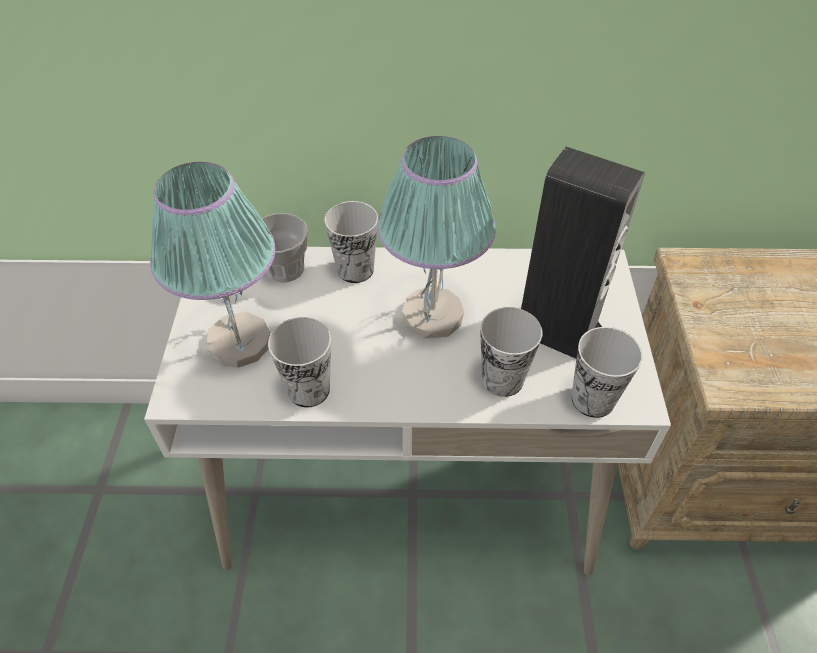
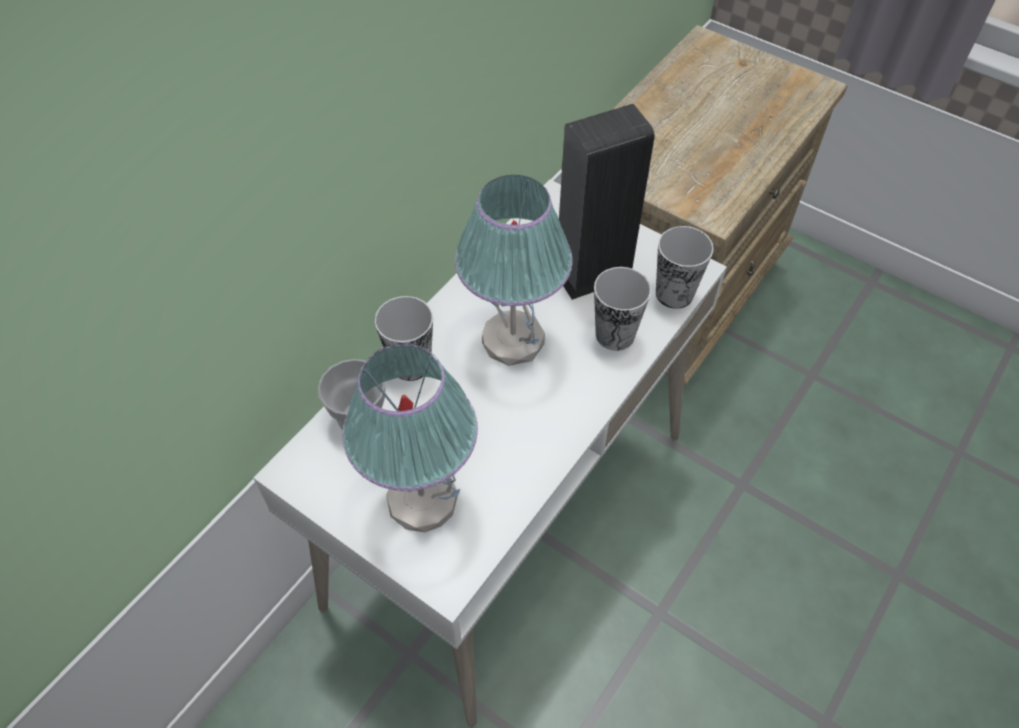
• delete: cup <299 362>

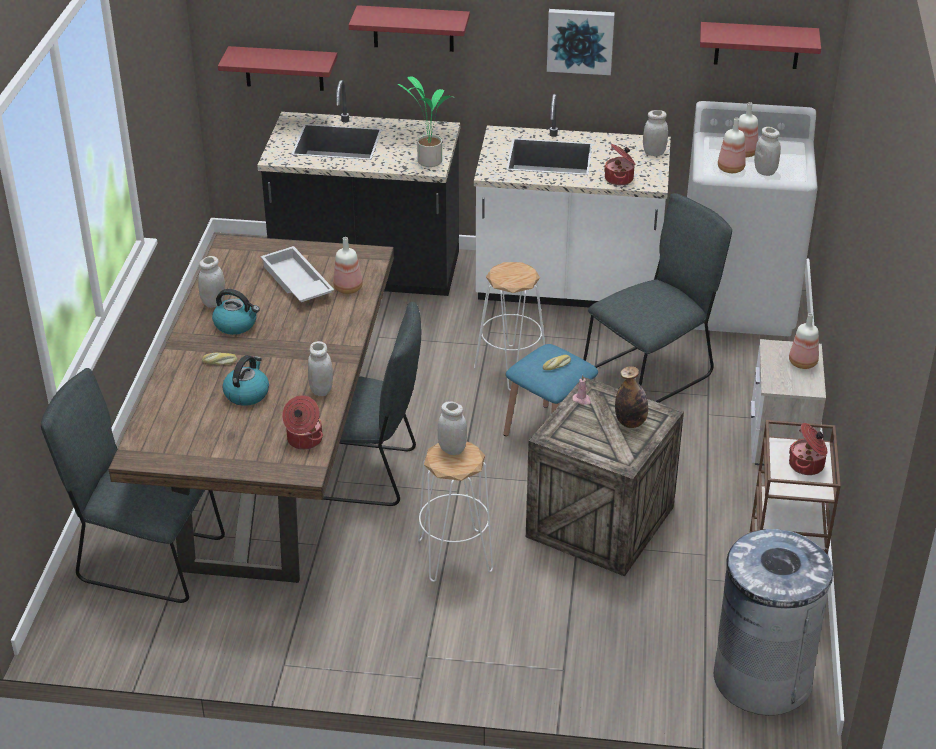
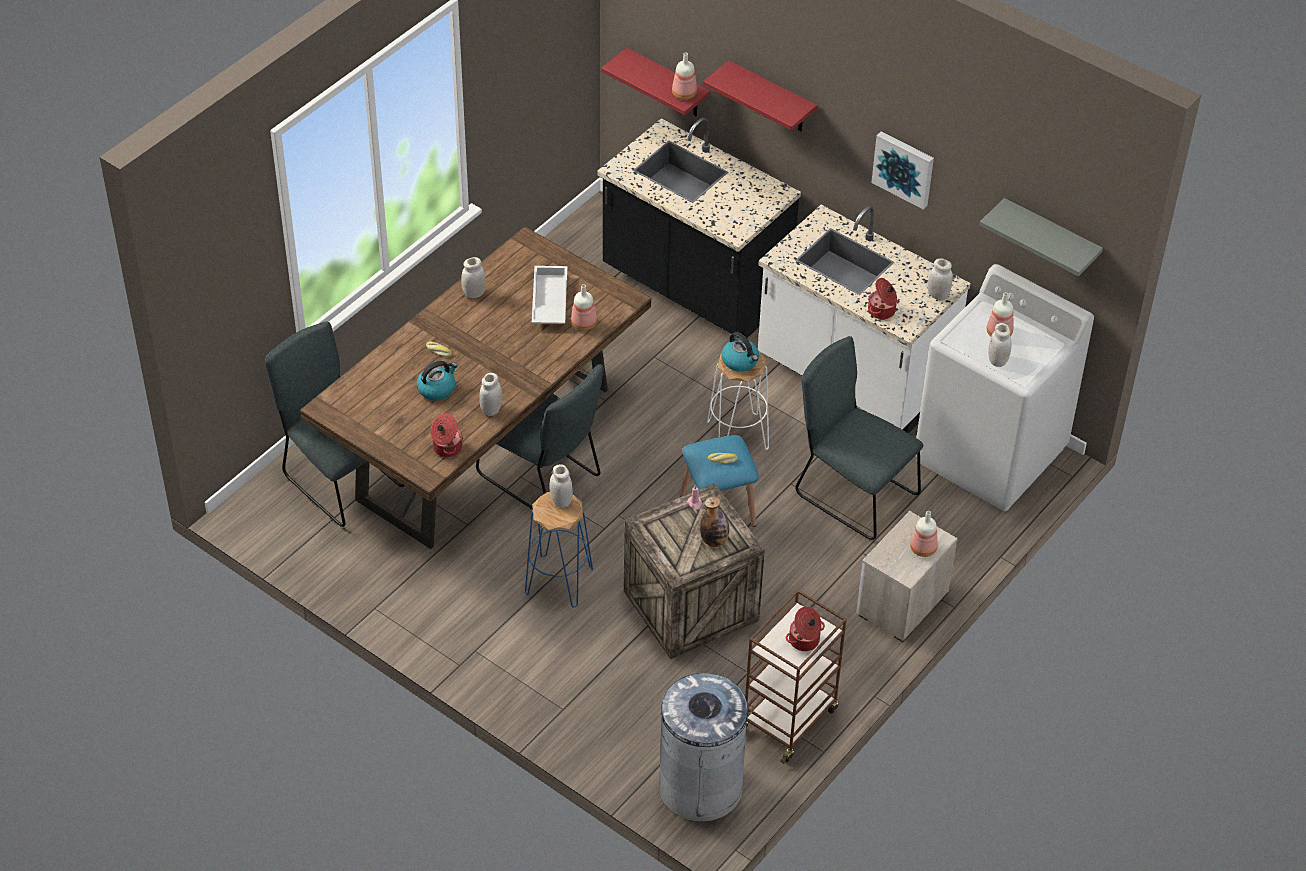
• recolor: shelf (red) <760 45> to shelf (grey) <1041 237>
• delete: potted plant <426 121>
• move: bottle <732 145> to <684 76>
• rotate: chair (grey) <657 298> = <859 438> 135 degrees counterclockwise
• move: kettle <236 312> to <740 352>
• recolor: stool (white) <455 511> to stool (blue) <559 550>

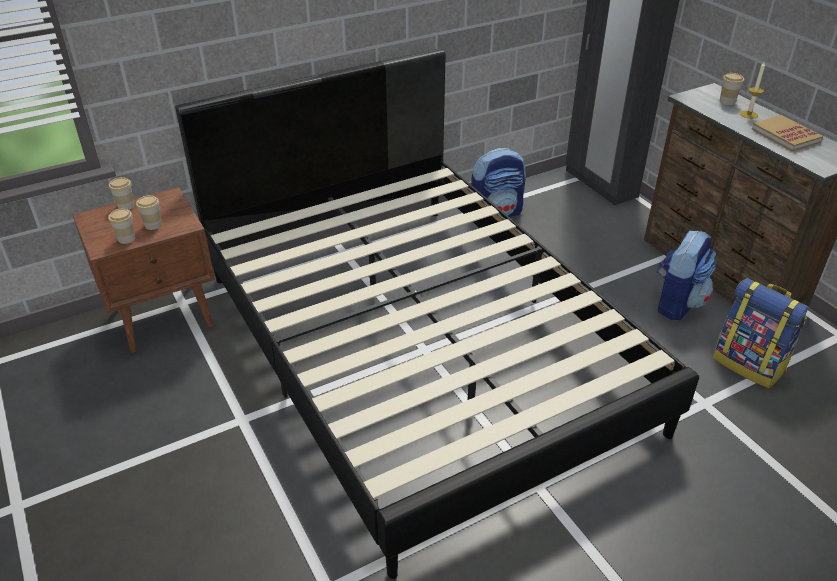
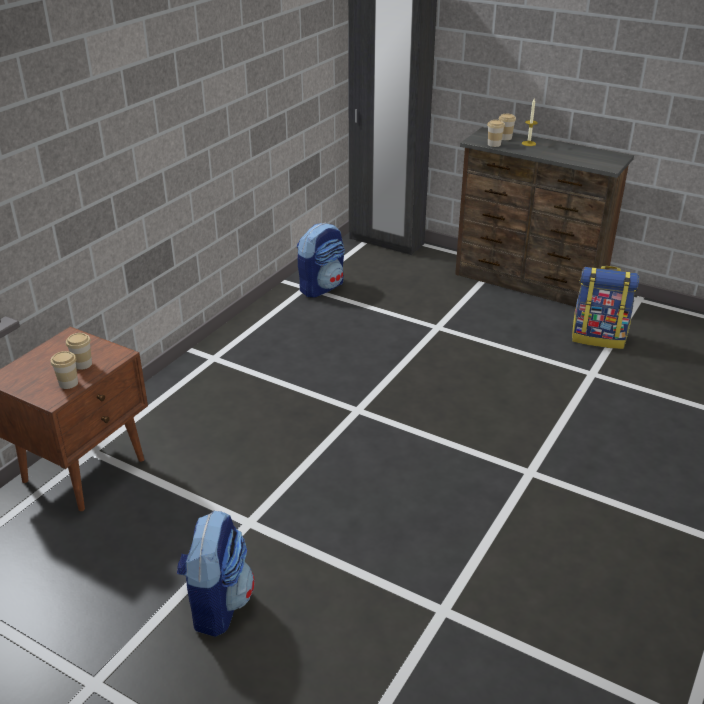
• delete: bed (black) <437 313>
• delete: book <787 133>
• move: cup <121 193> to <496 133>
• move: backpack <686 275> to <216 574>

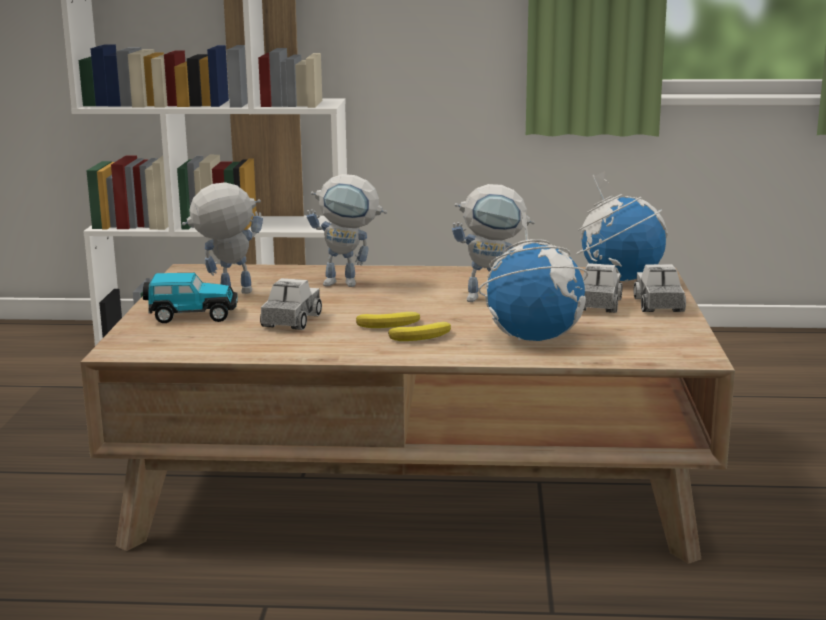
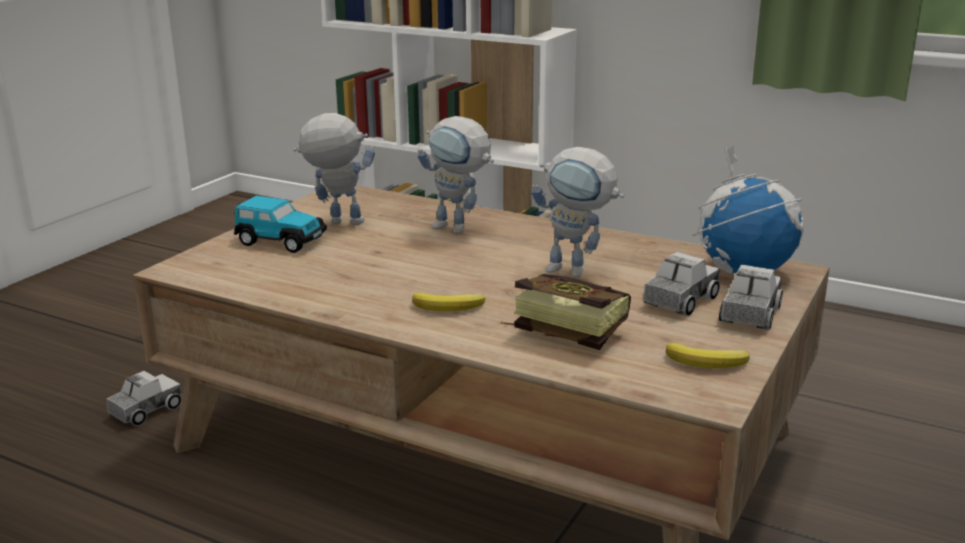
• replace: globe <533 275> to book <565 312>
• move: toy truck <291 304> to <144 398>
• move: banana <388 320> to <708 356>

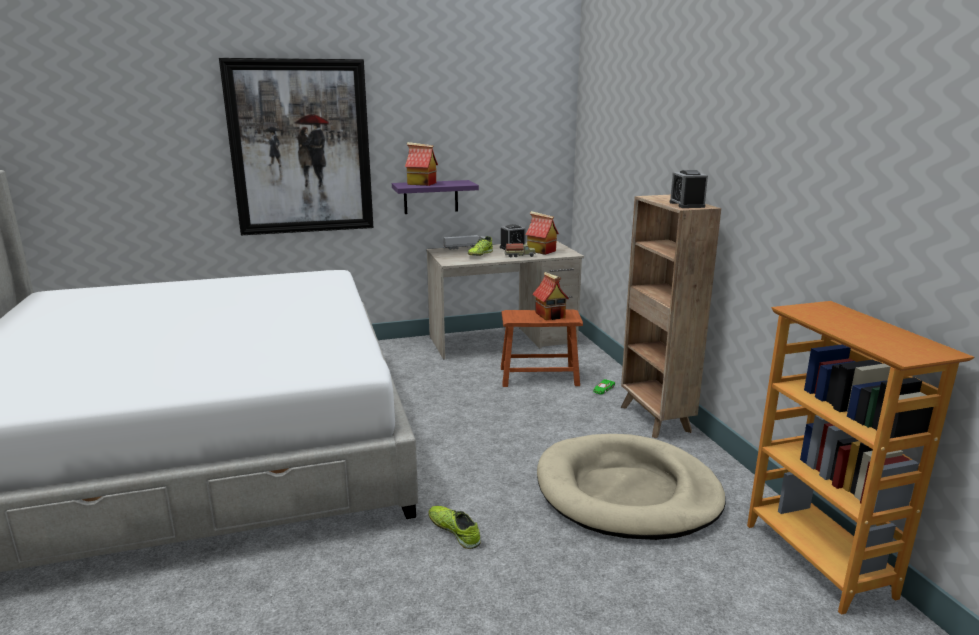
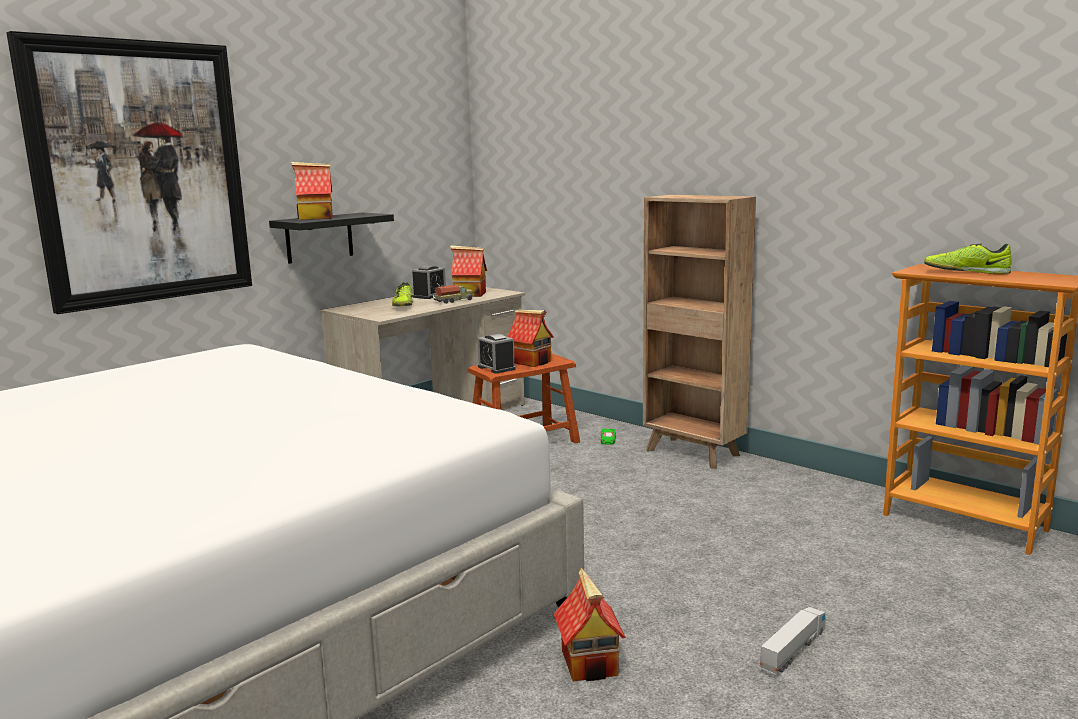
• move: alarm clock <689 189> to <496 354>
• recolor: shelf (purple) <435 197> to shelf (black) <331 238>
• move: toy truck <464 242> to <793 641>
• delete: dog bed (beige) <631 487>
• move: shoe <454 527> to <968 259>
• insert: toy house <590 624>

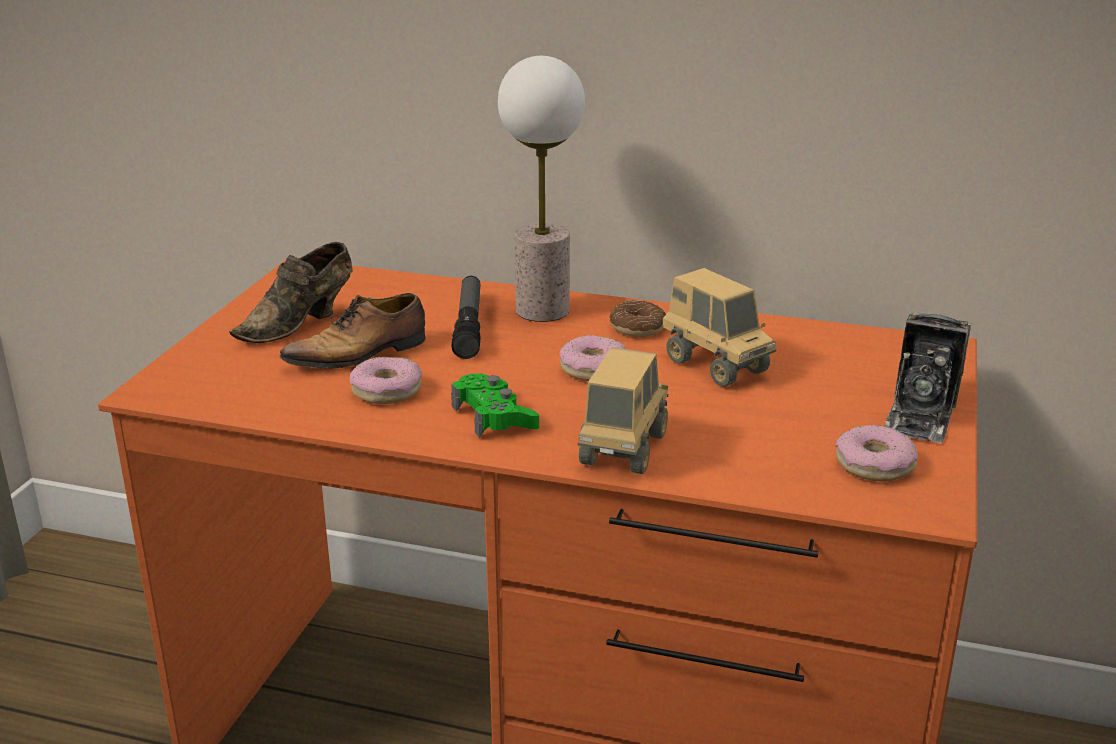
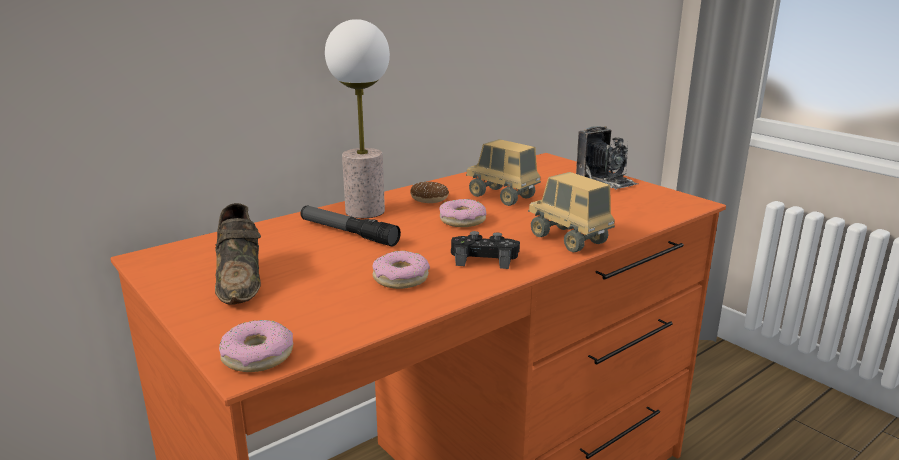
• rotate: toy truck <719 327> = <503 172> 135 degrees counterclockwise
• delete: shoe <352 334>
• recolor: game controller (green) <495 405> to game controller (black) <485 250>
• move: donut <876 453> to <256 346>

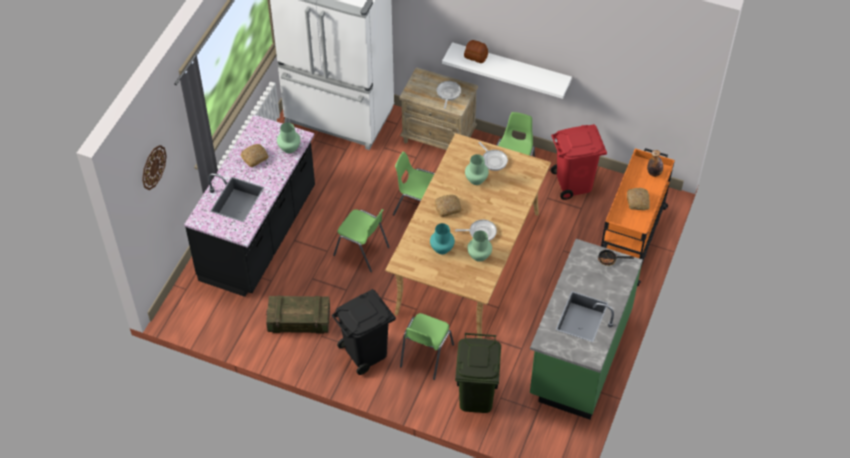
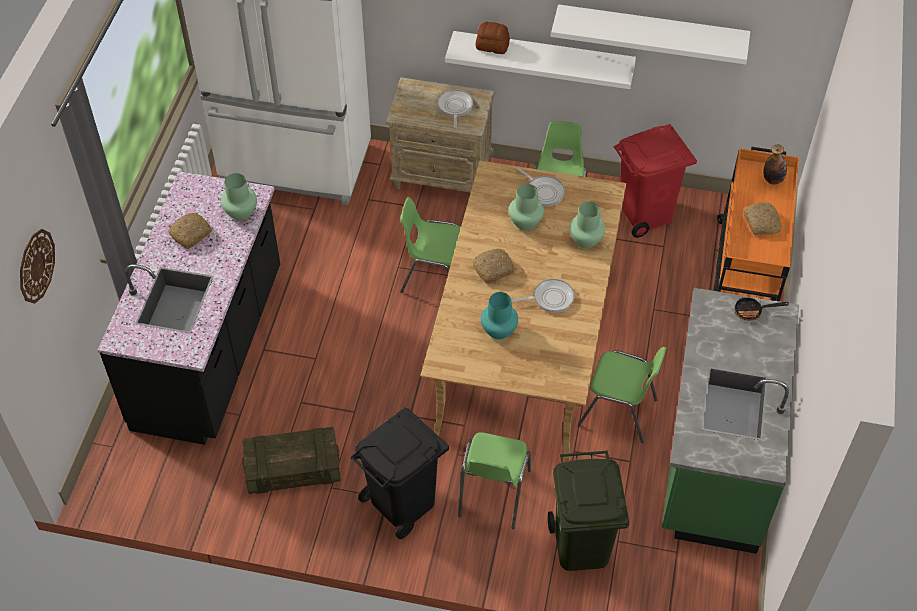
• move: chair (green) <361 240> to <622 395>
• move: vase (green) <479 246> to <587 225>
• insert: shelf (white) <650 34>

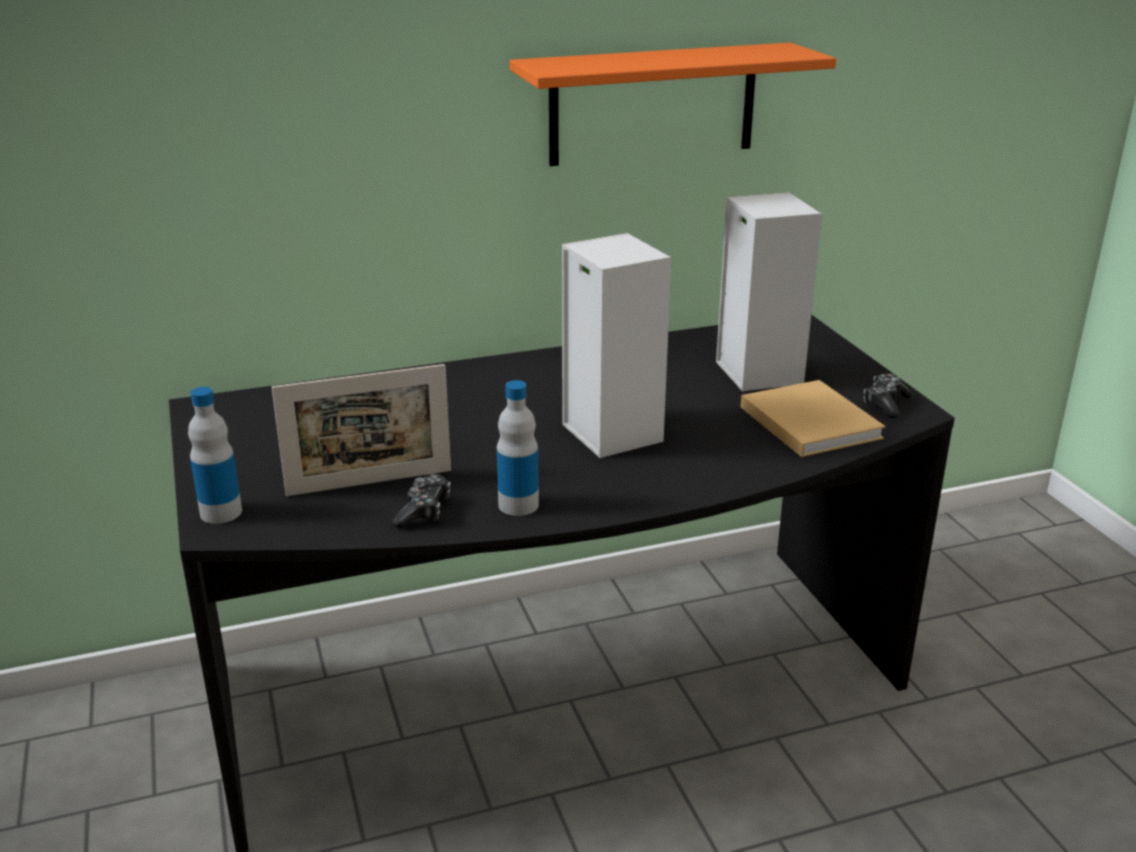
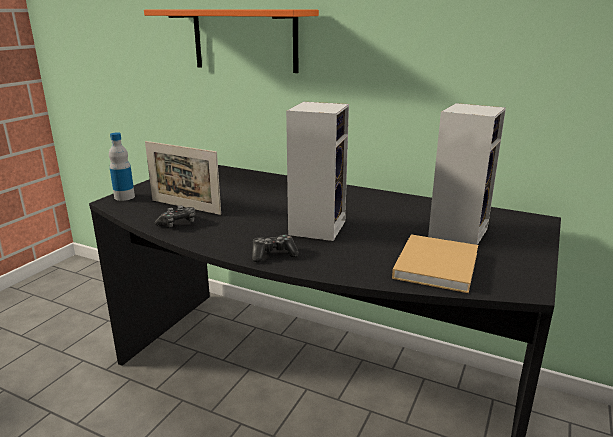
• move: shelf (orange) <672 104> to <231 41>
• move: game controller <888 395> to <275 248>
• delete: bottle <518 448>

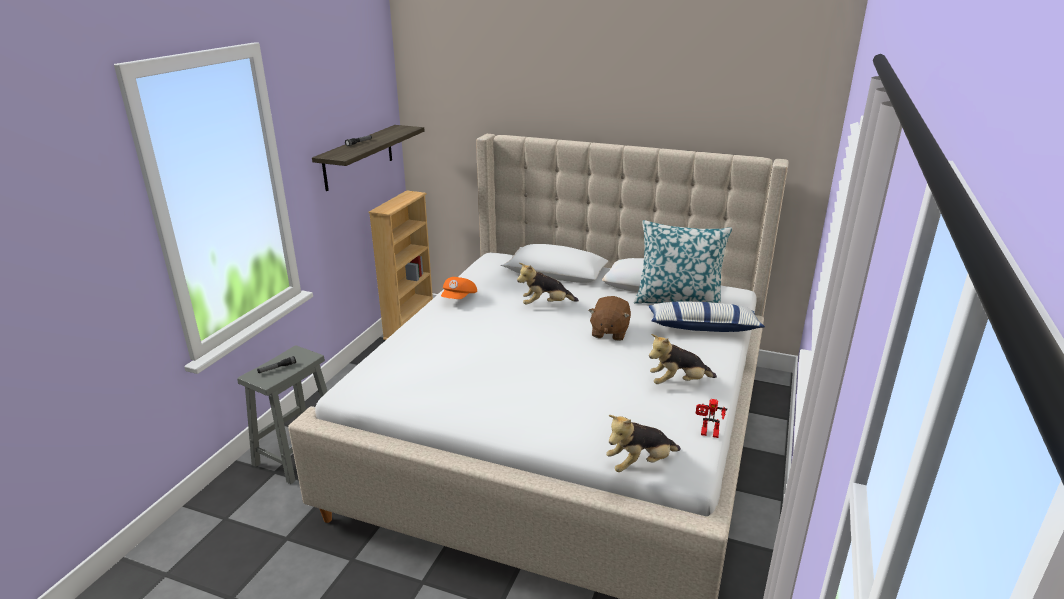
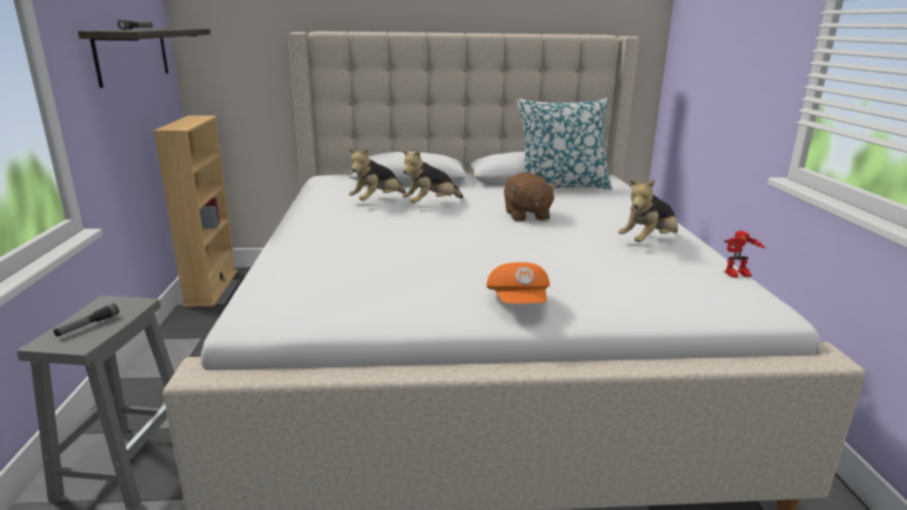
• move: cap (orange) <459 288> to <518 282>
• delete: pillow <707 316>
• move: plush toy <643 443> to <376 174>

